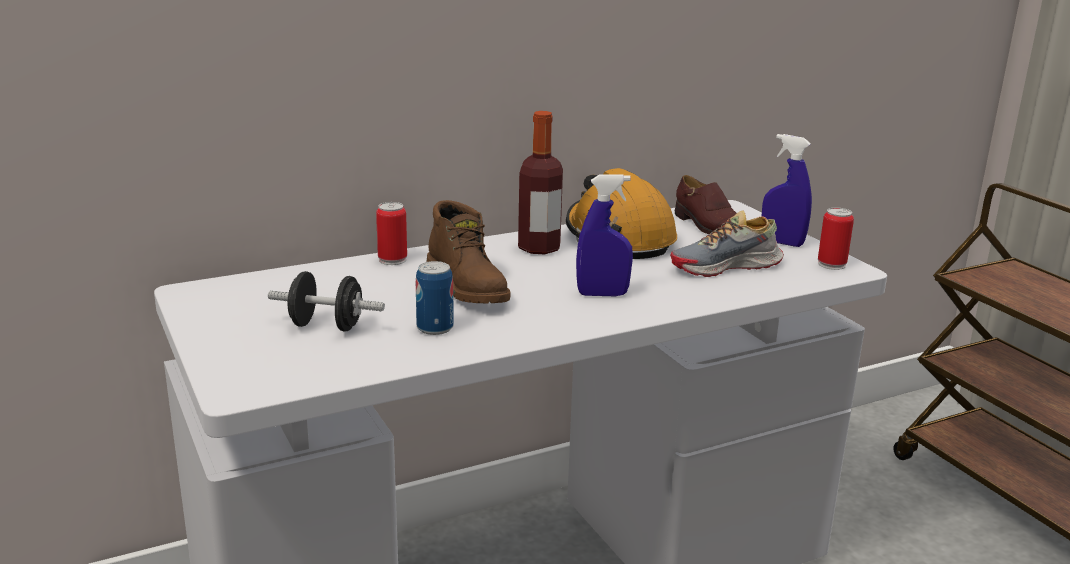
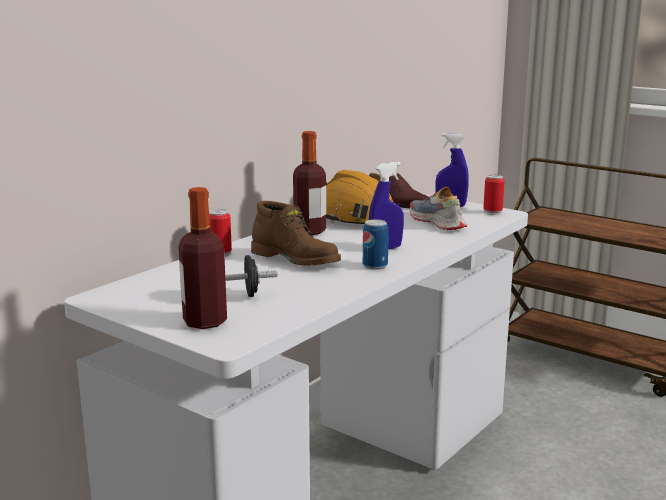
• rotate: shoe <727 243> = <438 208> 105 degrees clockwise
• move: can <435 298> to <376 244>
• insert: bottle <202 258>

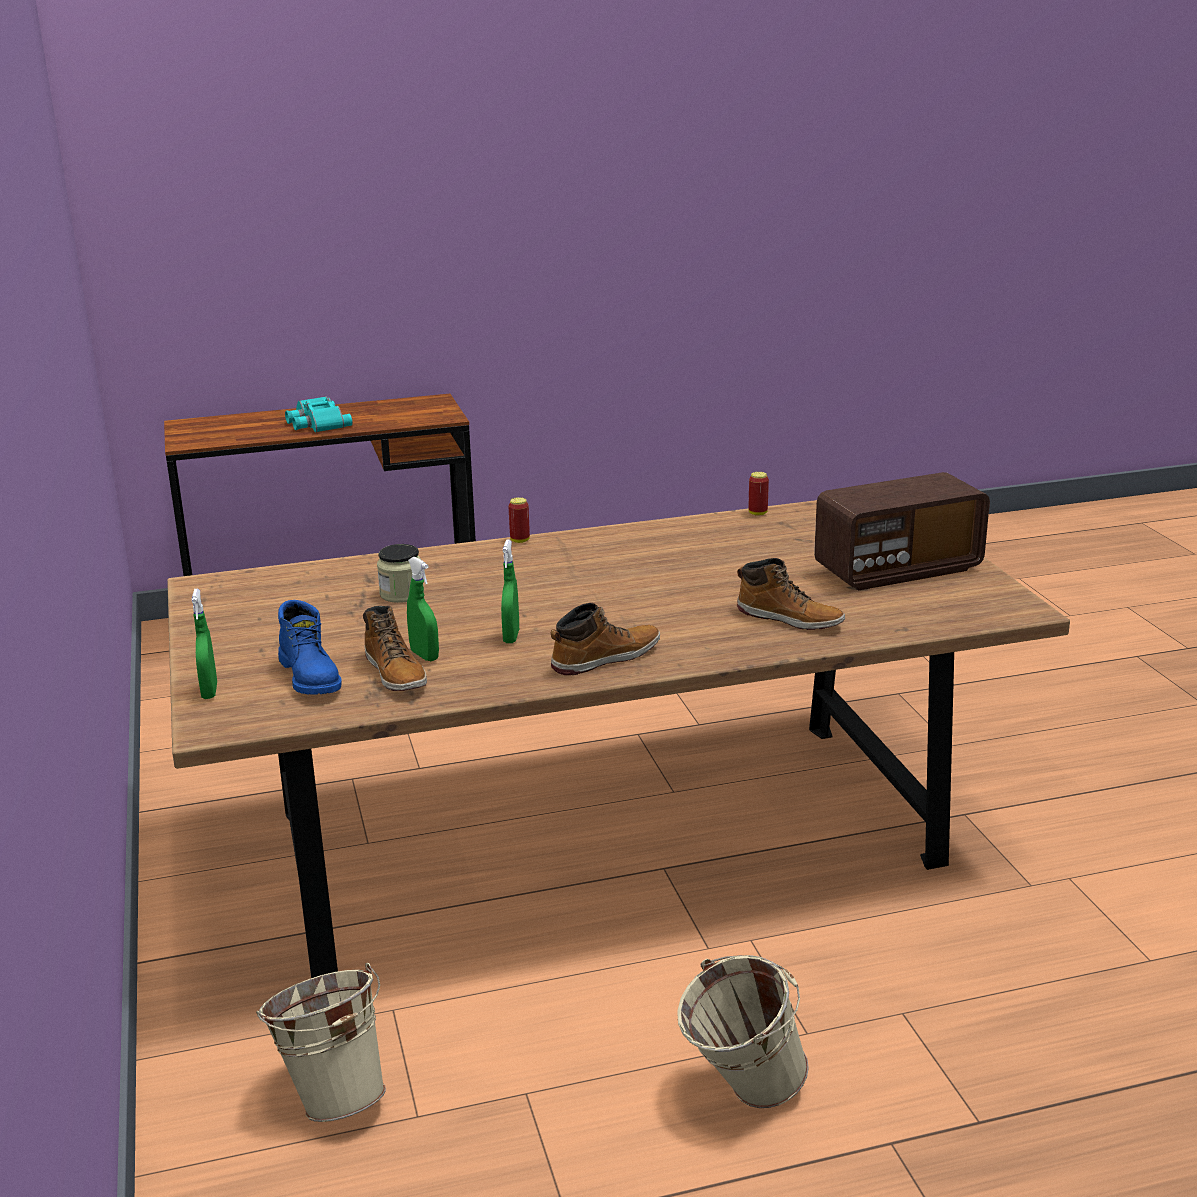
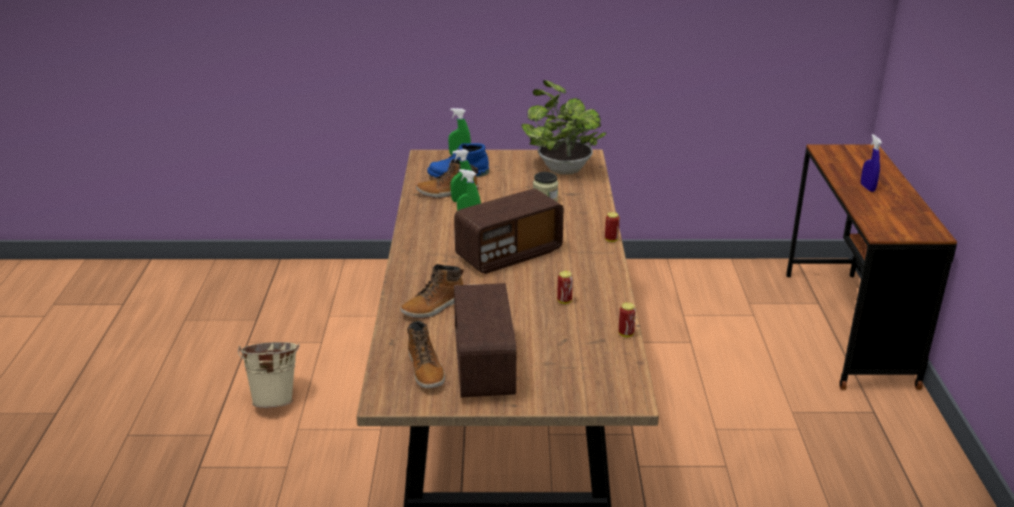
• replace: binoculars (turquoise) <319 414> to spray bottle (blue) <871 163>
• move: boot <605 639> to <426 354>
• delete: bucket (beige) <321 1042>
• insert: potted plant <563 127>
• insert: radio <509 231>
• insert: can <565 287>

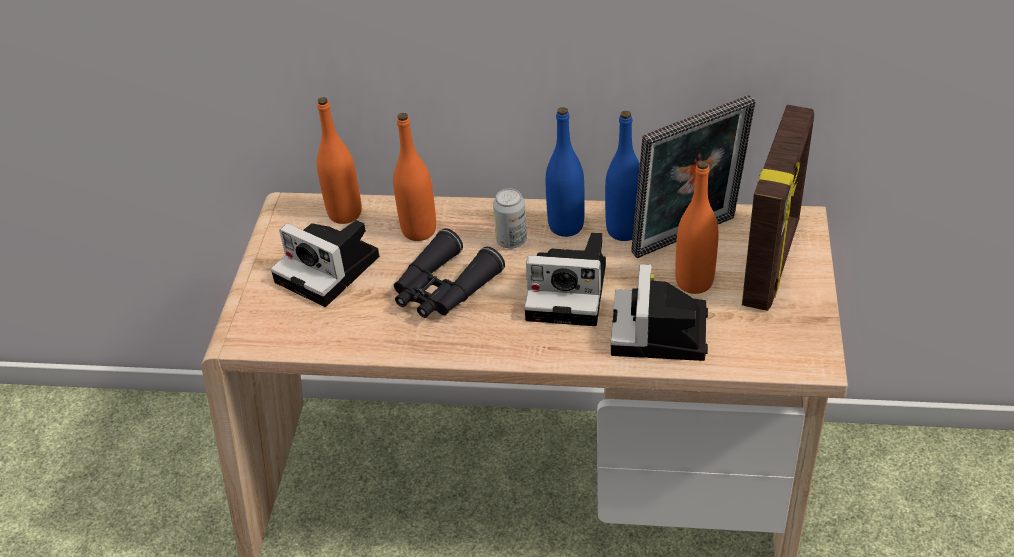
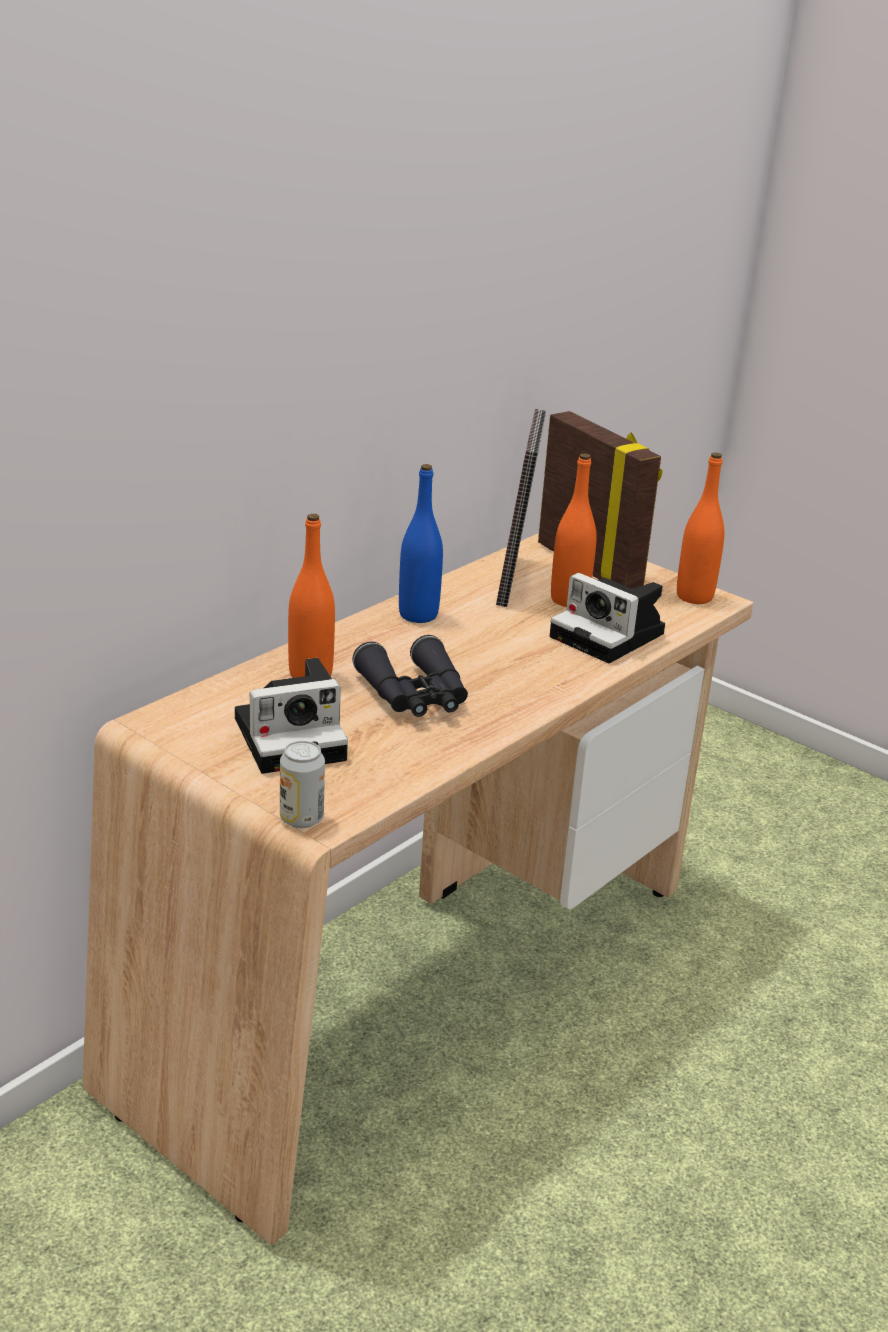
• move: bottle (orange) <339 160> to <701 528>
• delete: bottle (blue) <622 176>
• move: can <510 218> to <302 784>
• delete: photo camera <565 279>

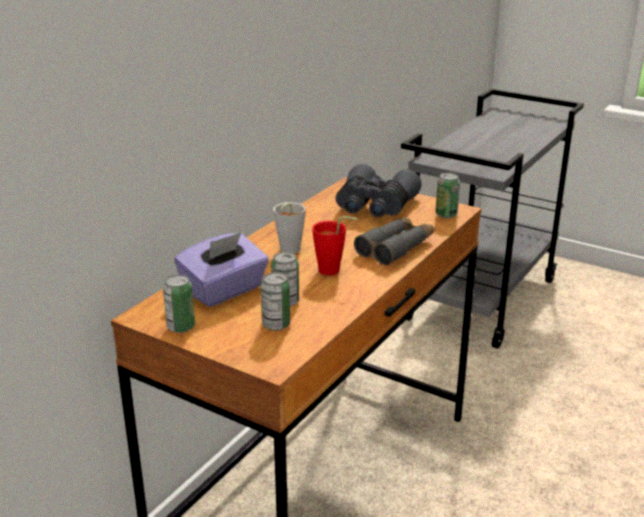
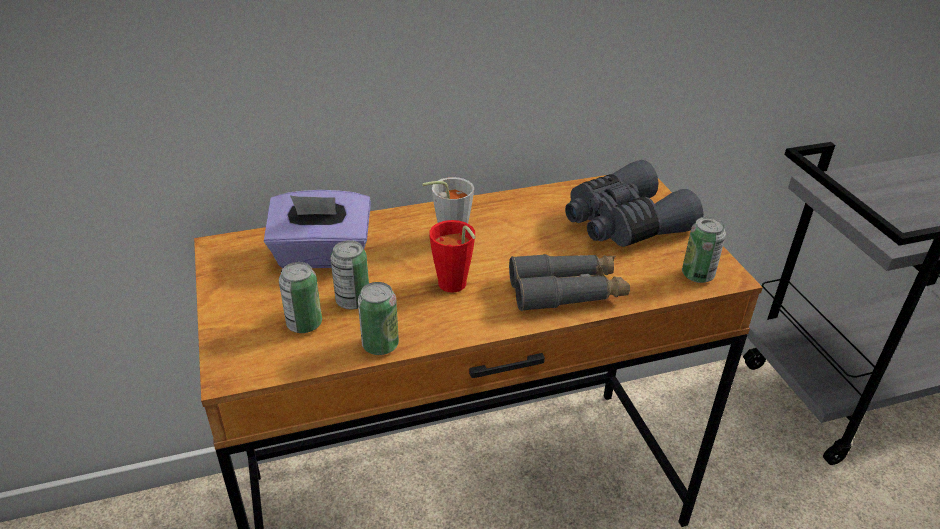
• move: can <179 304> to <378 318>

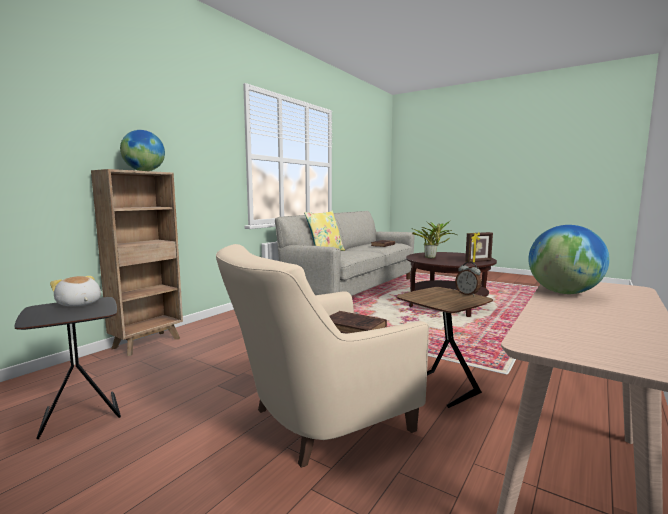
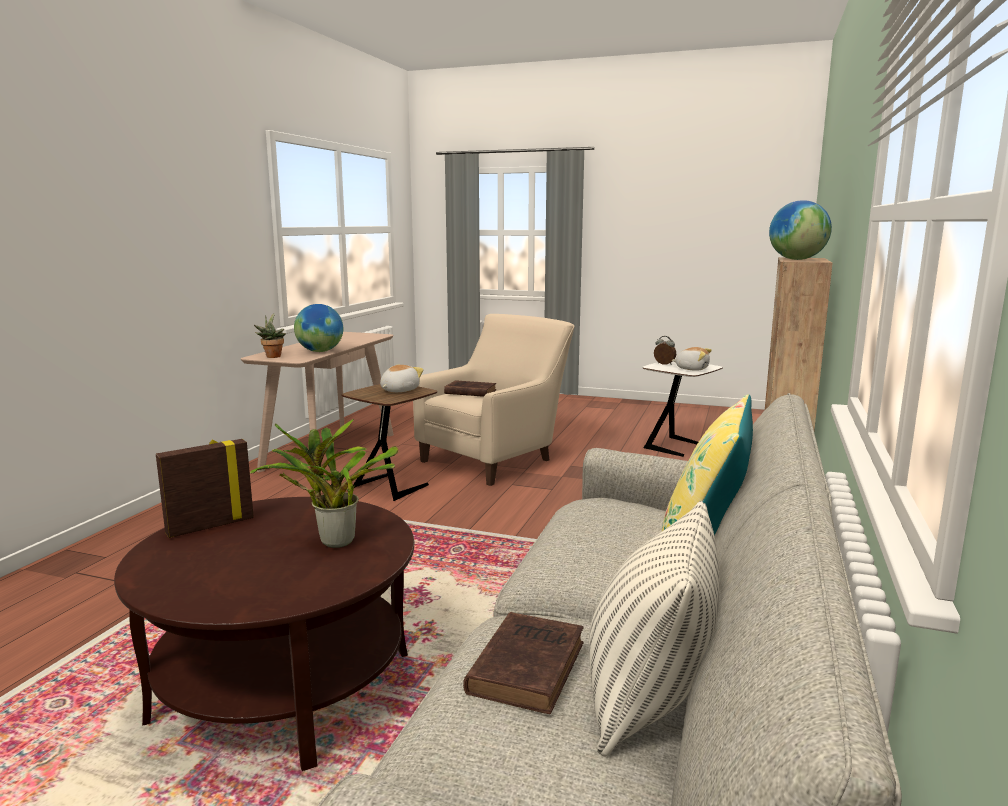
• move: alarm clock <468 279> to <665 350>
• recolor: side table (black) <68 368> to side table (white) <682 409>
• insert: potted plant <270 335>
• insert: plush toy <402 378>
• insert: pillow <654 629>

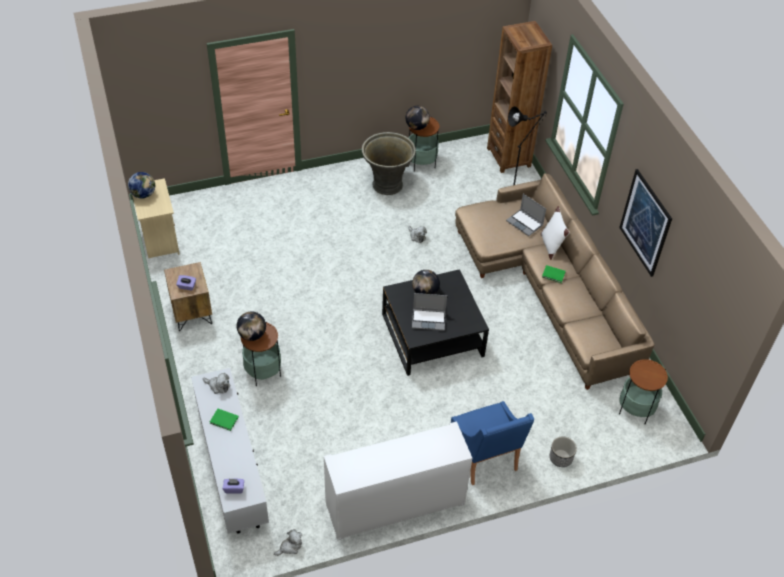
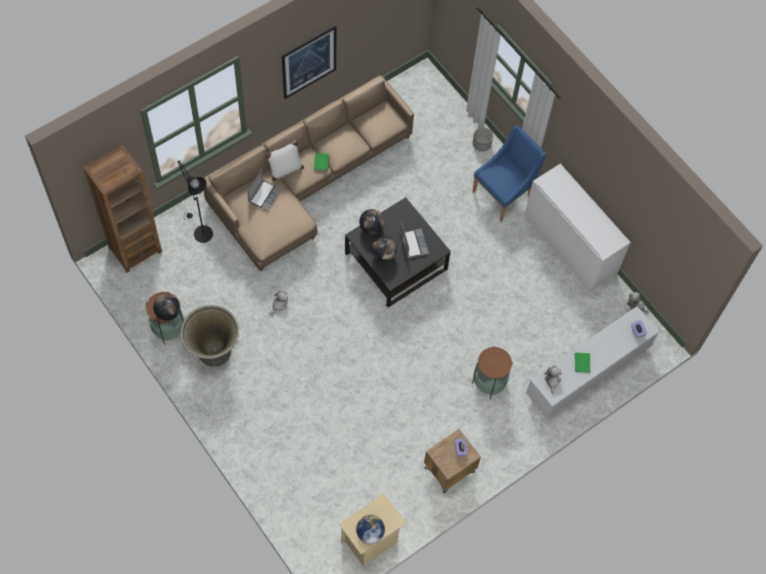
• move: globe <251 326> to <372 221>
• delete: side table <643 391>

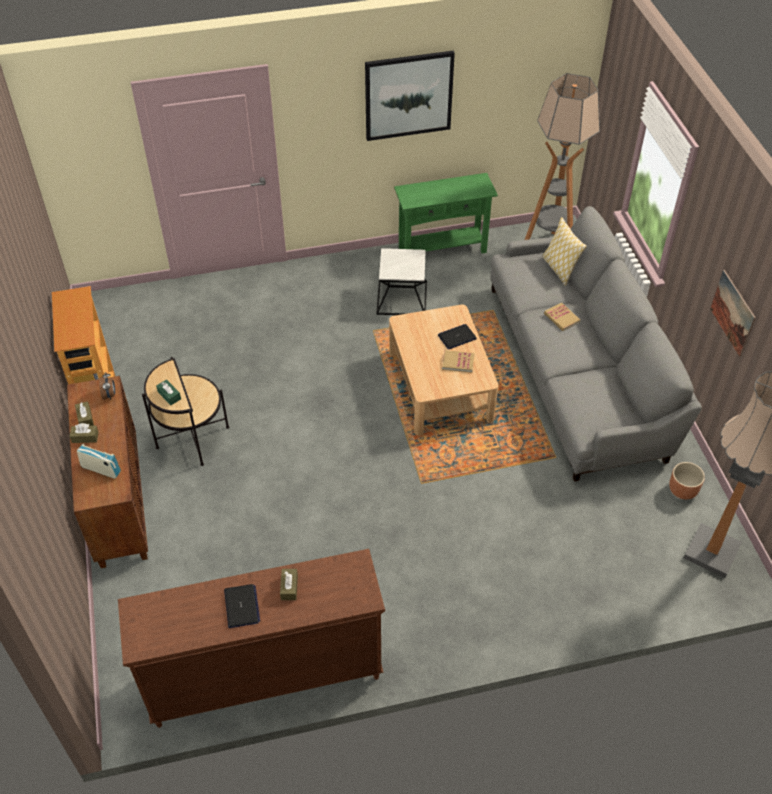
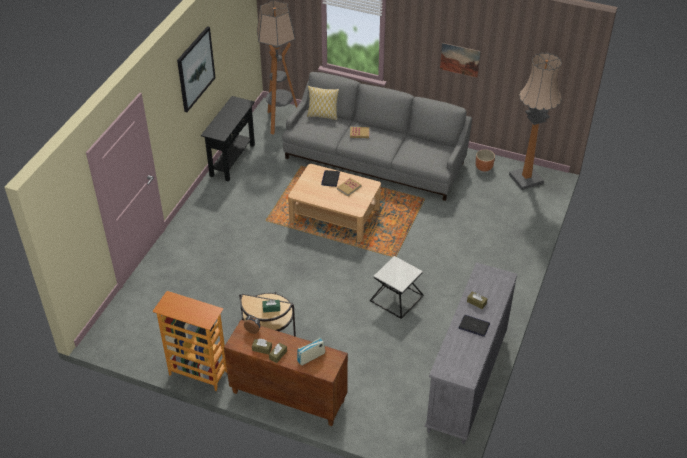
• recolor: console table (green) <446 213> to console table (black) <228 139>
• move: side table <401 281> to <397 287>
• recolor: dresser (brown) <251 638> to dresser (grey) <470 353>

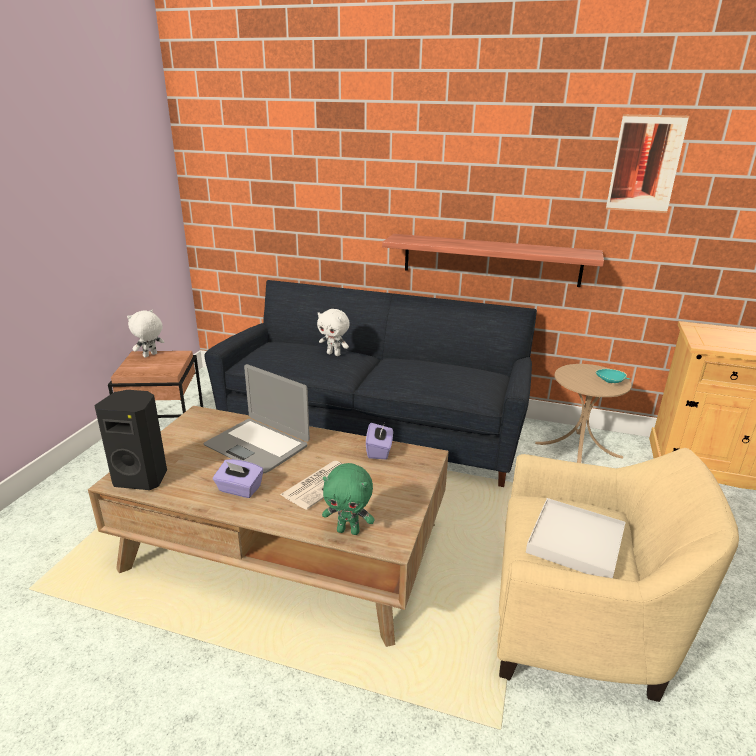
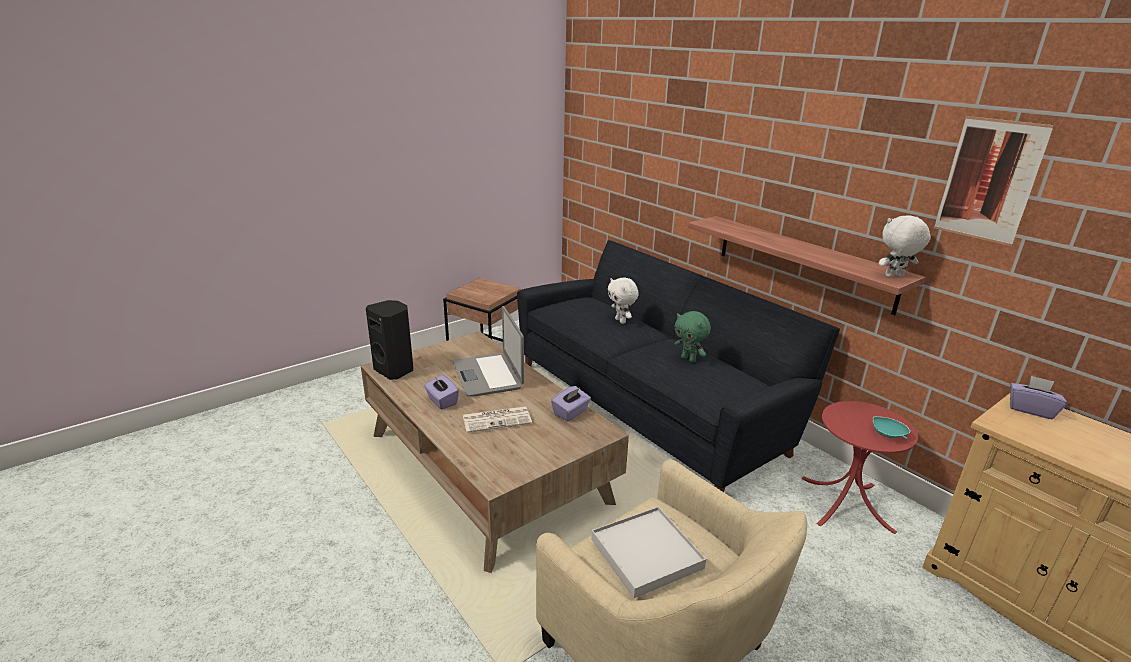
• move: plush toy (white) <146 333> to <905 246>
• recolor: side table (beige) <583 413> to side table (red) <859 467>
• move: plush toy (green) <348 499> to <692 337>
• insert: tissue box (purple) <1038 397>

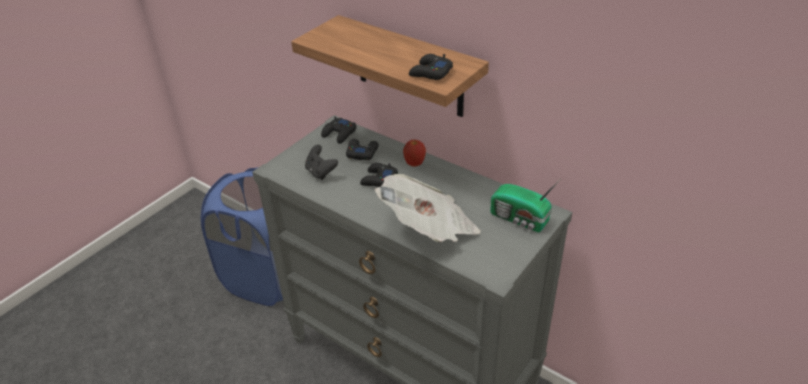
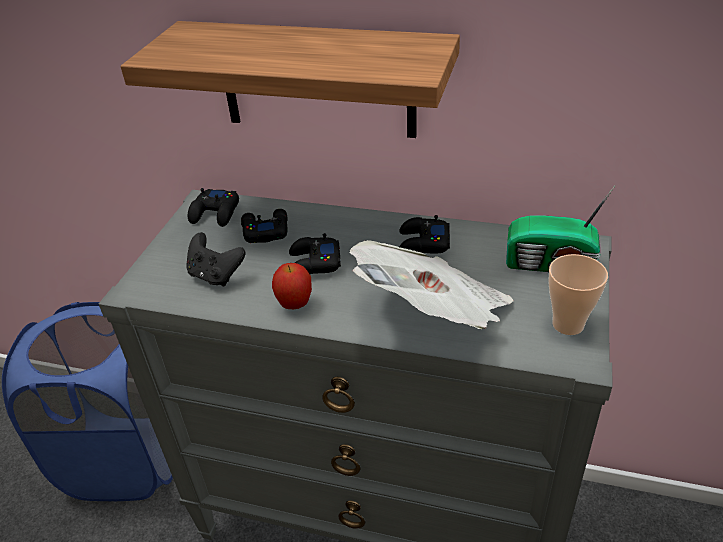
• move: game controller (black) <431 67> to <424 234>
• move: apple <414 153> to <292 286>
• insert: cup <578 294>

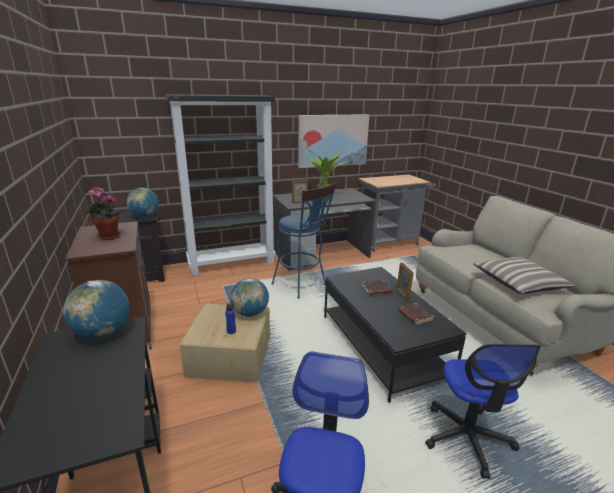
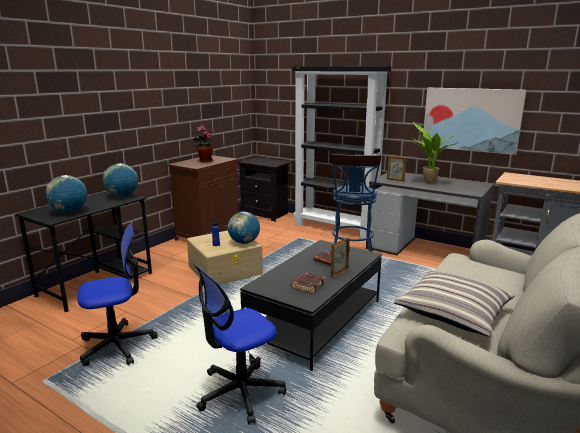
• move: globe <143 203> to <66 194>

